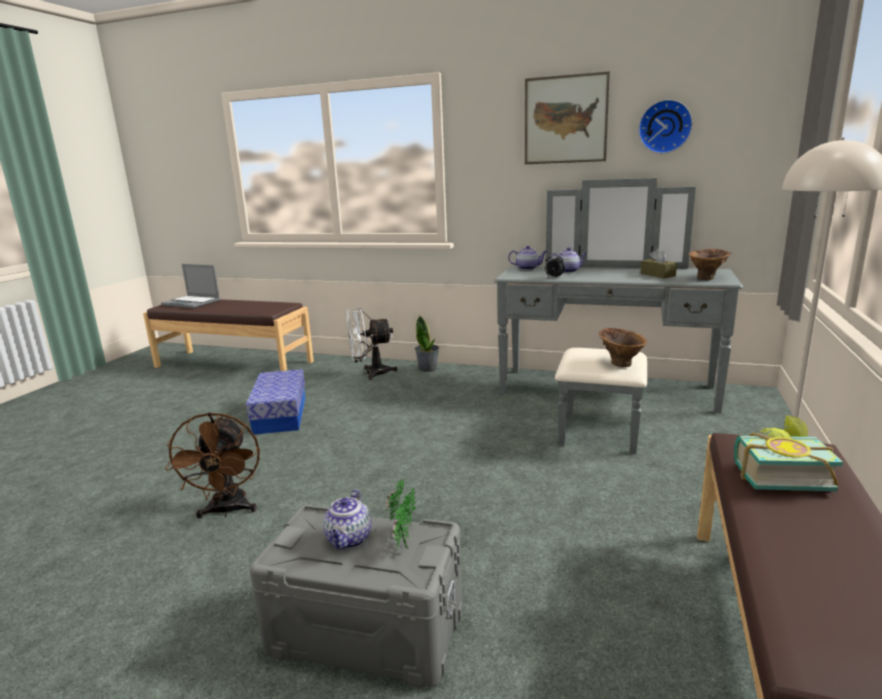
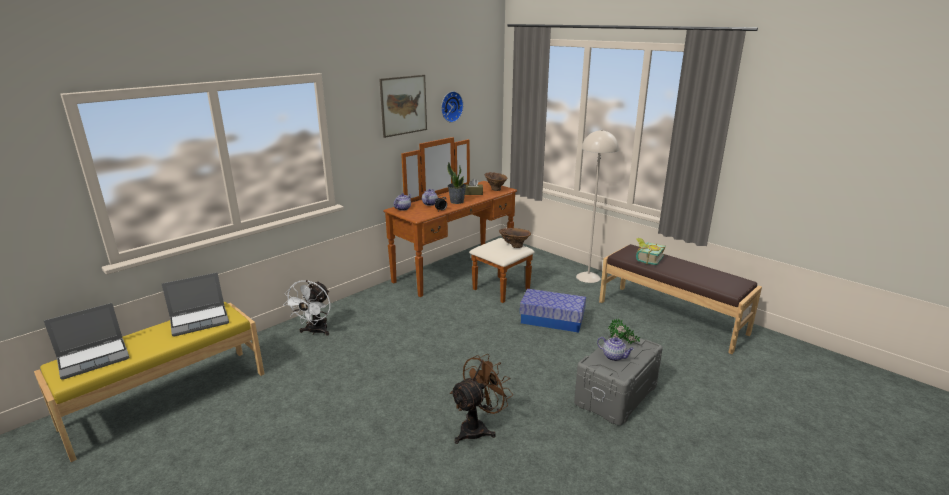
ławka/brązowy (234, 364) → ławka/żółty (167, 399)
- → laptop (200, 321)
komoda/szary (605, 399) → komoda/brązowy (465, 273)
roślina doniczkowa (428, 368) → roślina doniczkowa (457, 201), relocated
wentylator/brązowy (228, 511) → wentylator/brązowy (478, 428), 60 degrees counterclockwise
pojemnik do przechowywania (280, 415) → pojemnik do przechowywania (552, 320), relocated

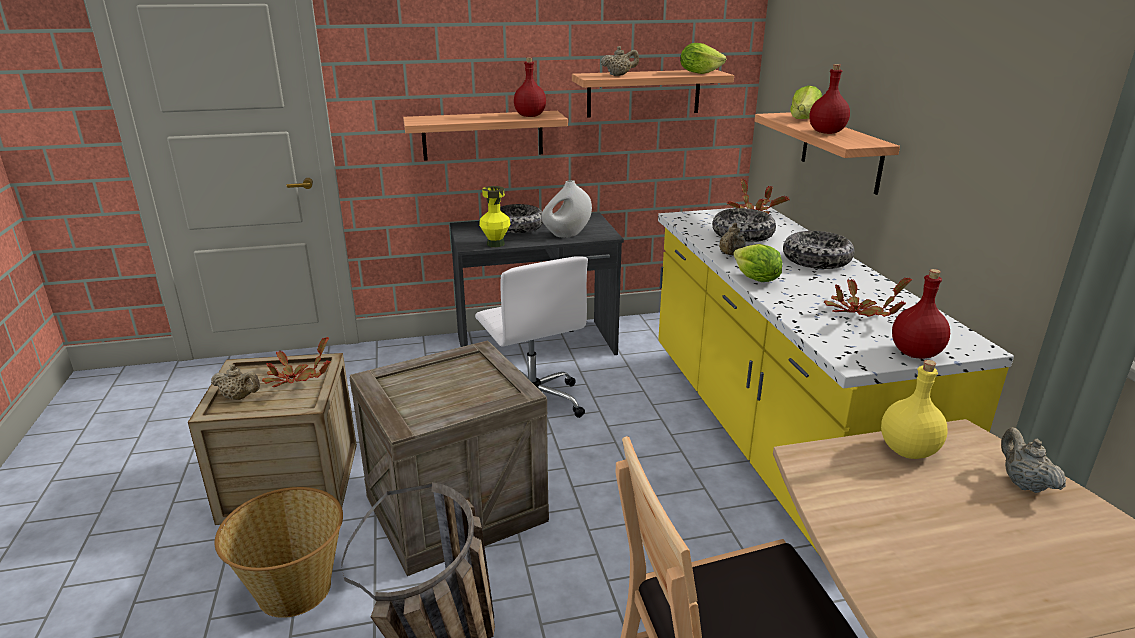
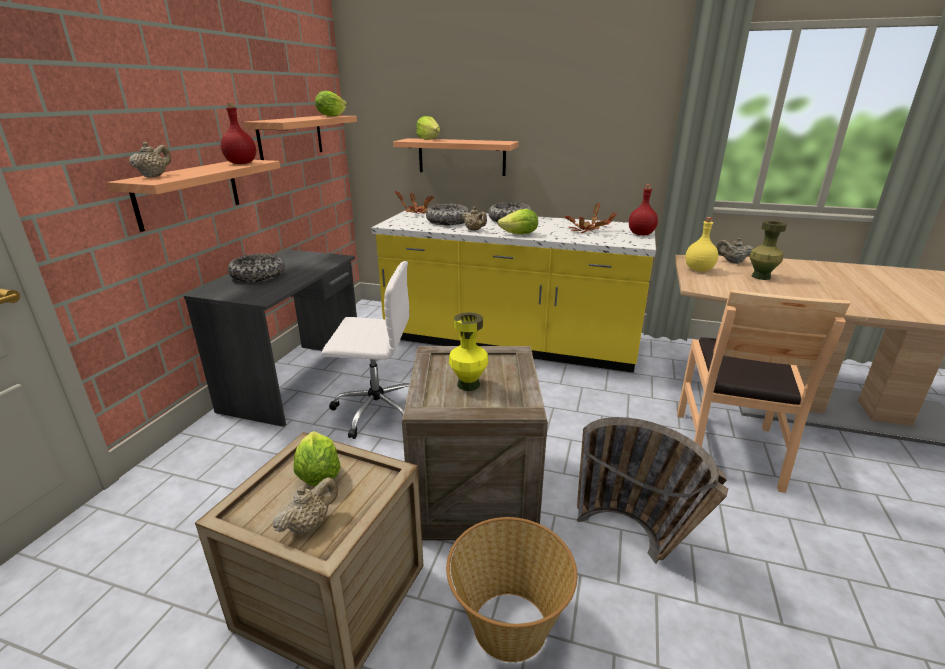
imbryk/beżowy (619, 75) → imbryk/beżowy (154, 176), relocated
roślina doniczkowa (295, 380) → sałata (318, 475)
wazon/żółty (495, 244) → wazon/żółty (468, 385), relocated
- → wazon/zielony (760, 277)
wazon/biały (566, 235) → -
butelka/czerwony (826, 132) → -

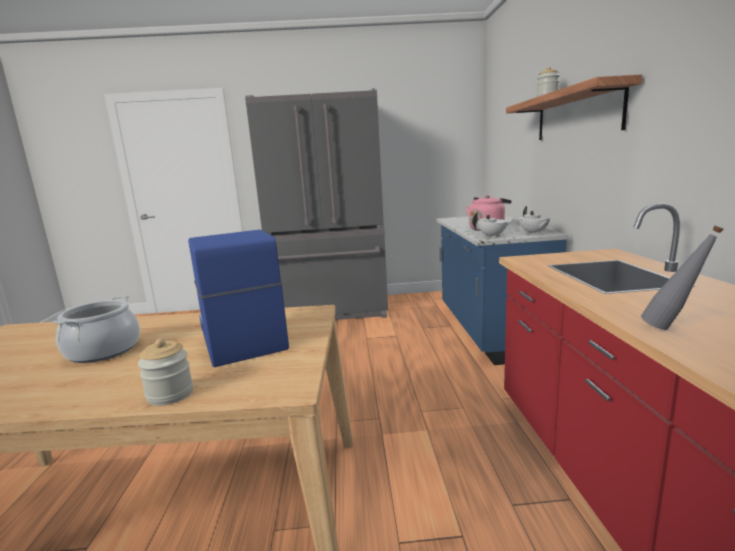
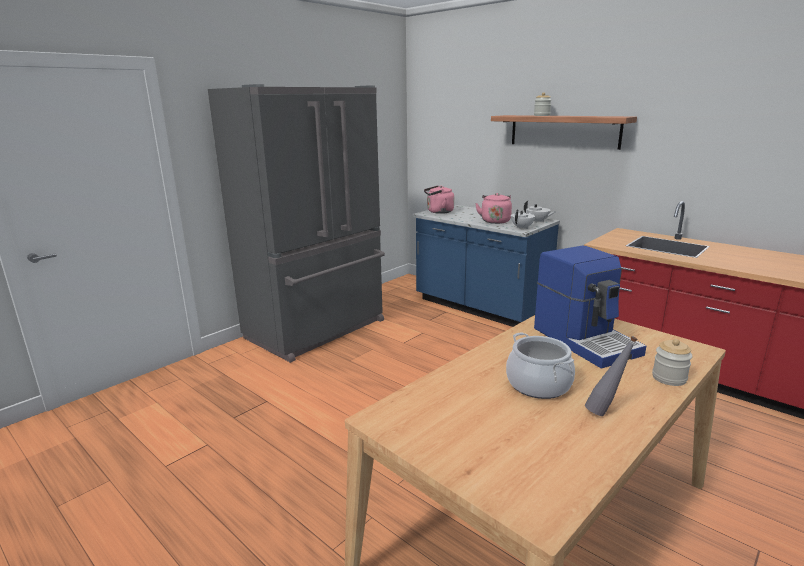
- → czajnik/różowy (438, 212)
ekspres do kawy (239, 338) → ekspres do kawy (586, 340), 135 degrees counterclockwise
butelka/szary (672, 329) → butelka/szary (605, 412), relocated

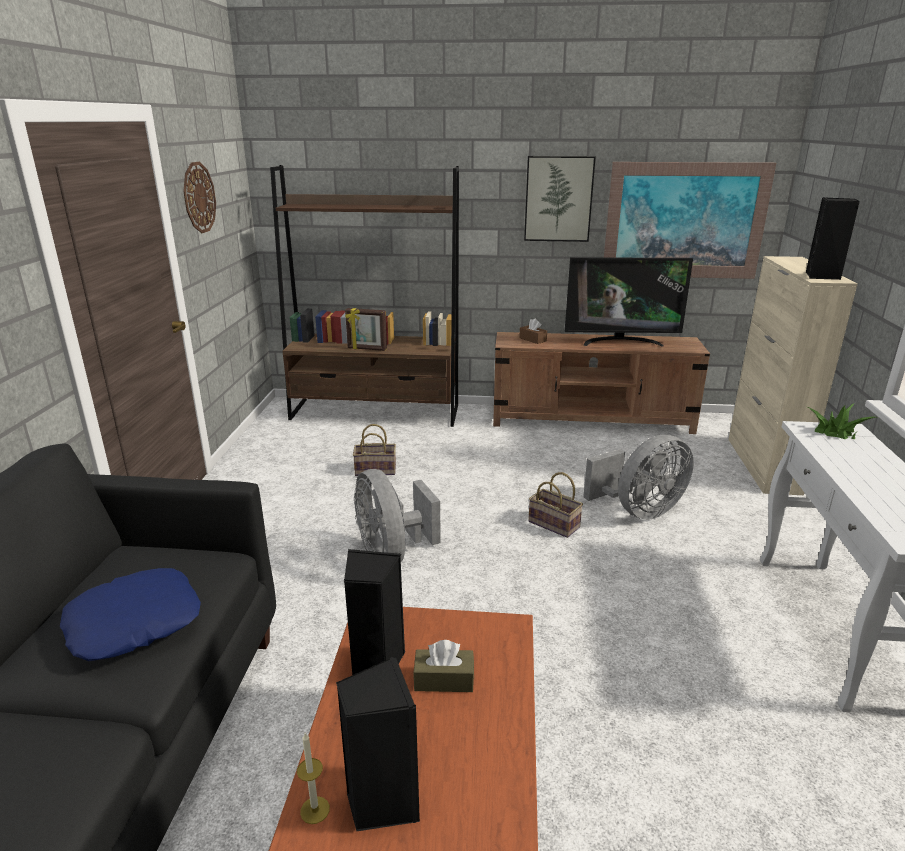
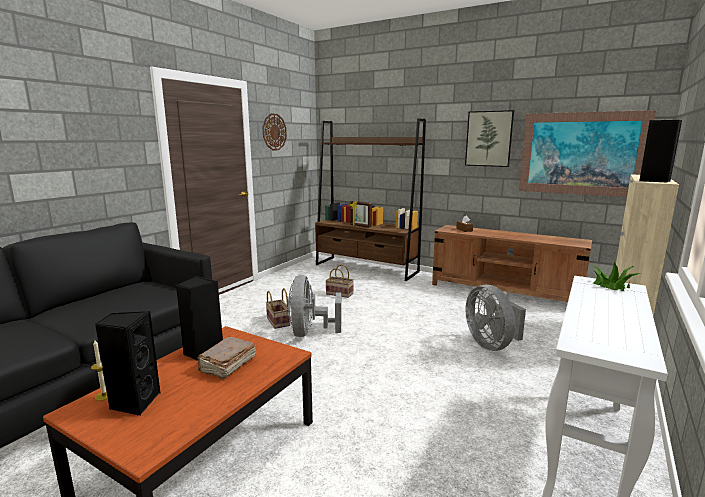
pudełko chusteczek/brązowy (444, 680) → książka/brązowy (227, 365)
koszyk (555, 524) → koszyk (279, 322), relocated
wentylator/szary (639, 511) → wentylator/szary (491, 344), 75 degrees clockwise
poduszka/niebieski (134, 622) → -
telewizor (620, 341) → -

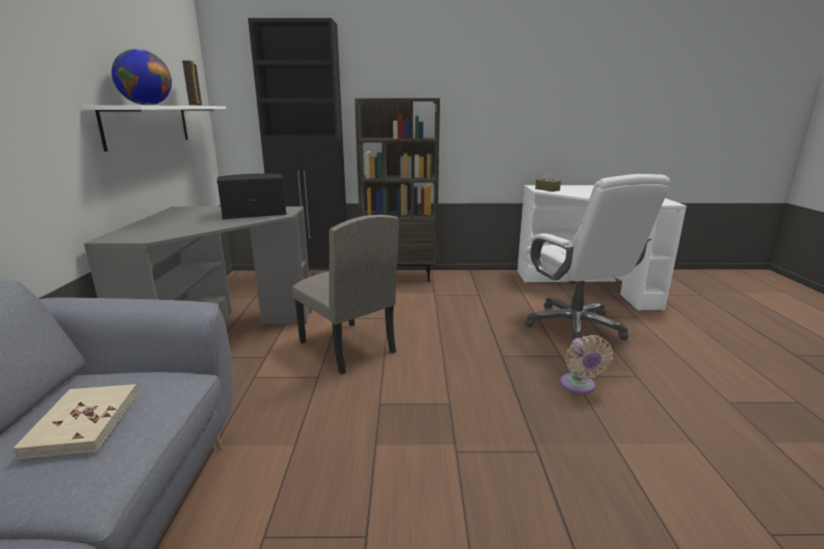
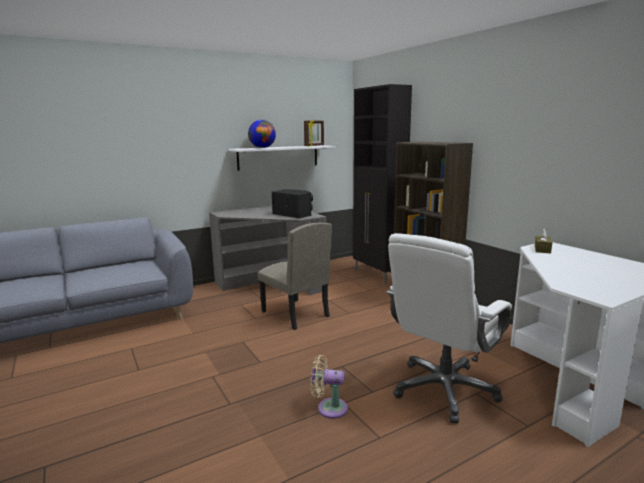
krzesło/beżowy (346, 347) → krzesło/beżowy (294, 314), 60 degrees counterclockwise
wentylator/beżowy (579, 386) → wentylator/beżowy (329, 408), 45 degrees clockwise
książka/beżowy (82, 423) → -

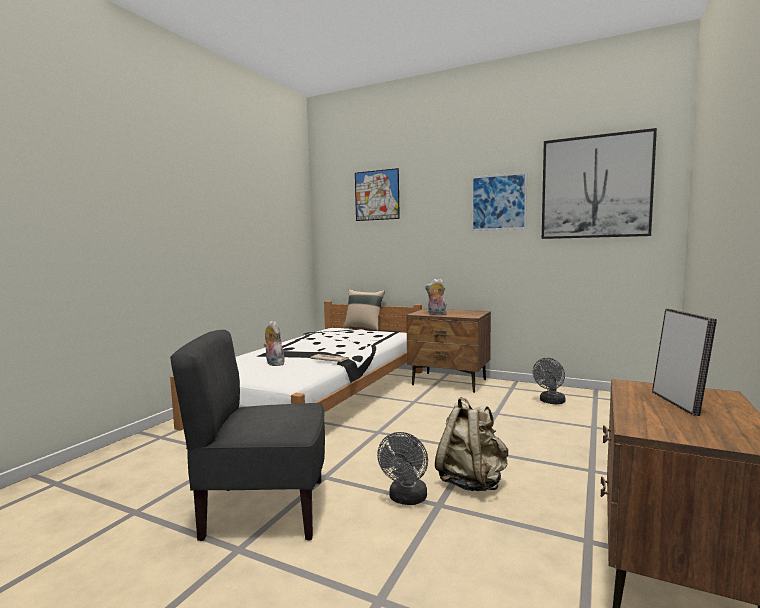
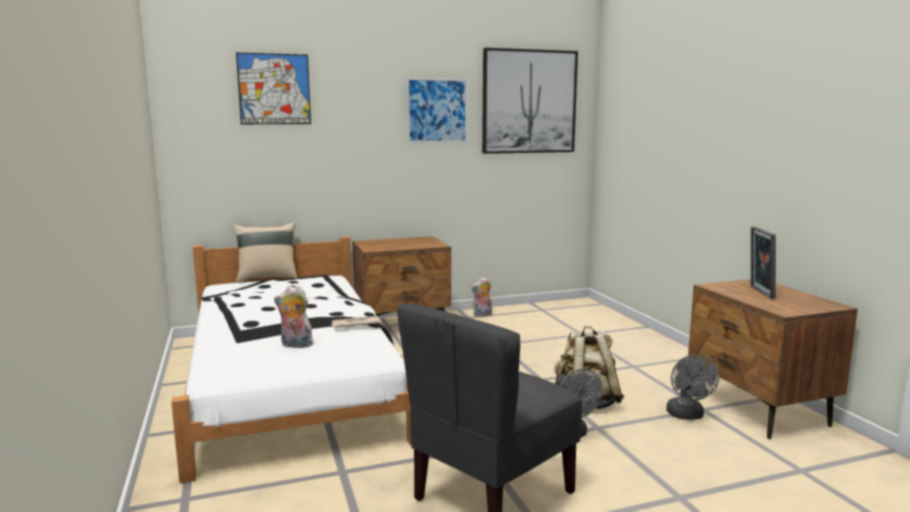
pluszak (436, 314) → pluszak (482, 315), relocated
wentylator/szary (550, 402) → wentylator/szary (687, 416), relocated
ramka na zdjęcie (678, 403) → ramka na zdjęcie (759, 292), 135 degrees counterclockwise

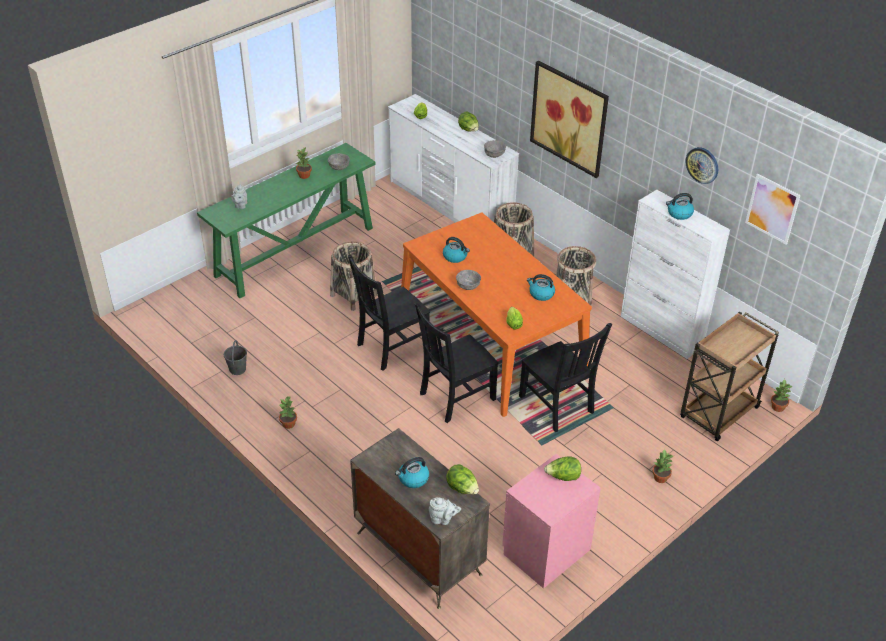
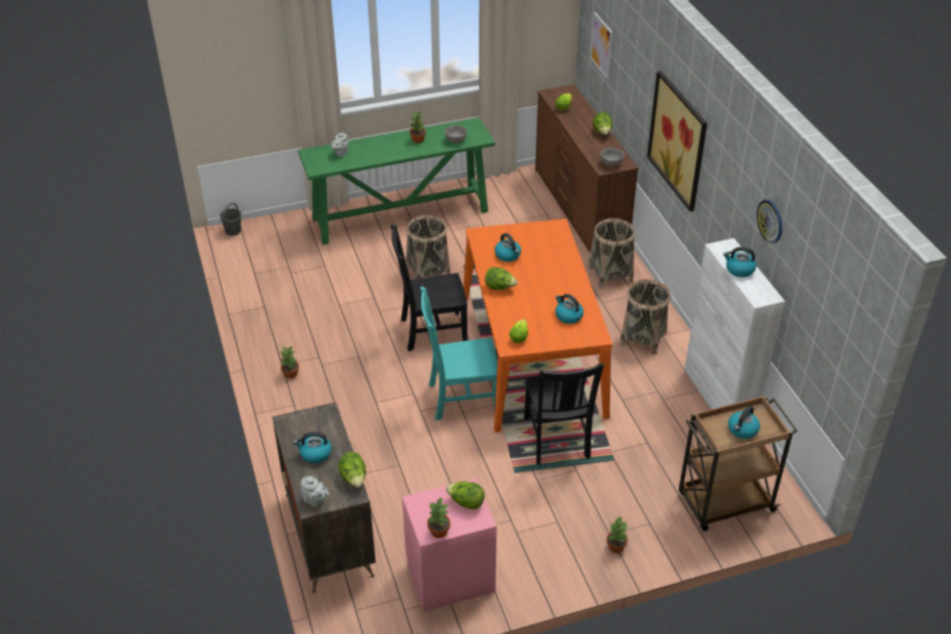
wiadro/szary (237, 369) → wiadro/szary (233, 231), relocated
krzesło/czarny (455, 397) → krzesło/turkusowy (460, 398)
roślina doniczkowa (777, 407) → roślina doniczkowa (438, 531), relocated
miska/szary (467, 286) → sałata (499, 287)
komoda/biały (450, 206) → komoda/brązowy (579, 209)
obraz (772, 209) → obraz (601, 45), relocated
- → czajnik (742, 430)

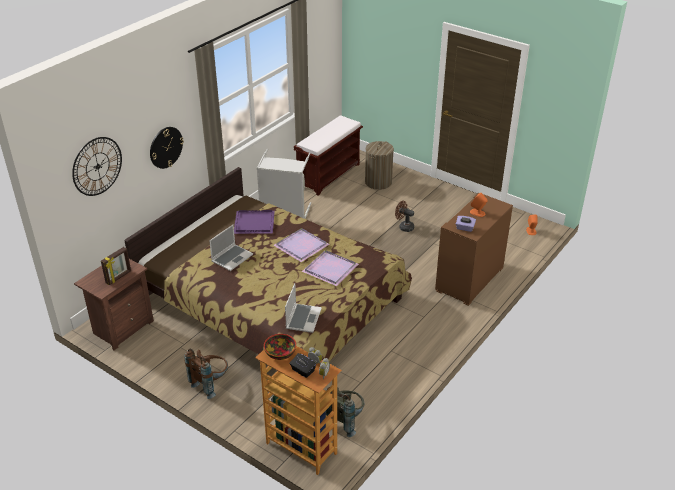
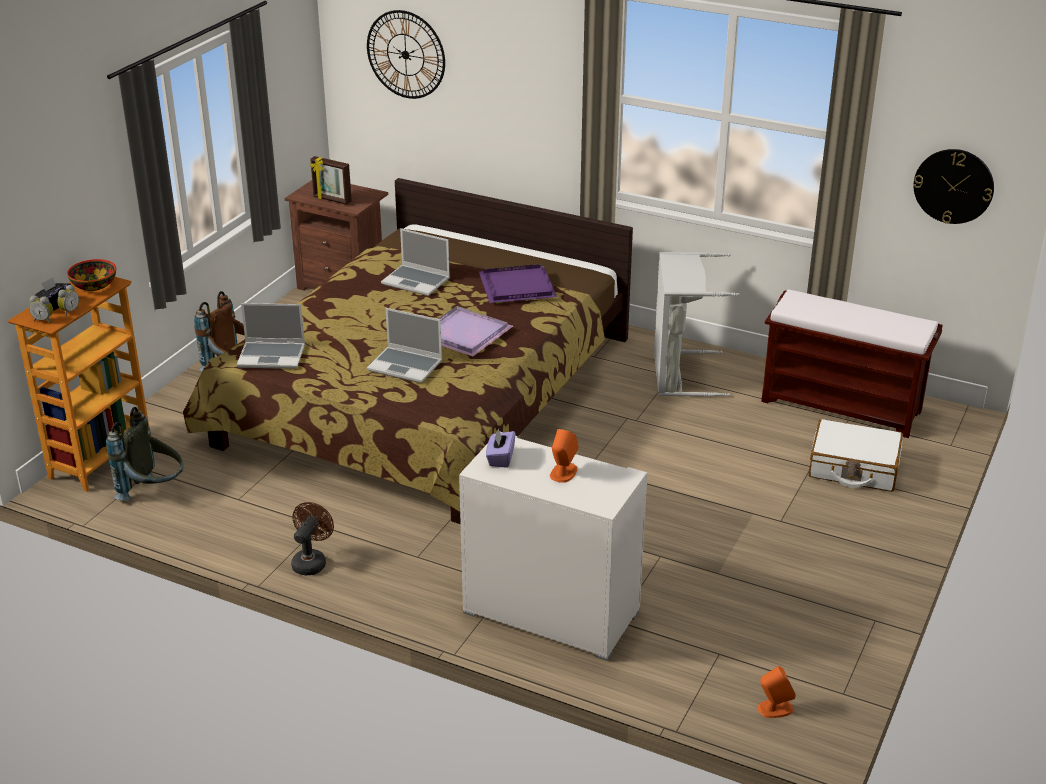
wentylator/brązowy (404, 227) → wentylator/brązowy (311, 561), relocated
taca/fioletowy (330, 268) → laptop (406, 366)
komoda/brązowy (470, 279) → komoda/biały (550, 613)
kosz na pranie (378, 182) → walizka/biały (853, 468)
zegar ścienny (166, 147) → zegar ścienny (953, 186), relocated

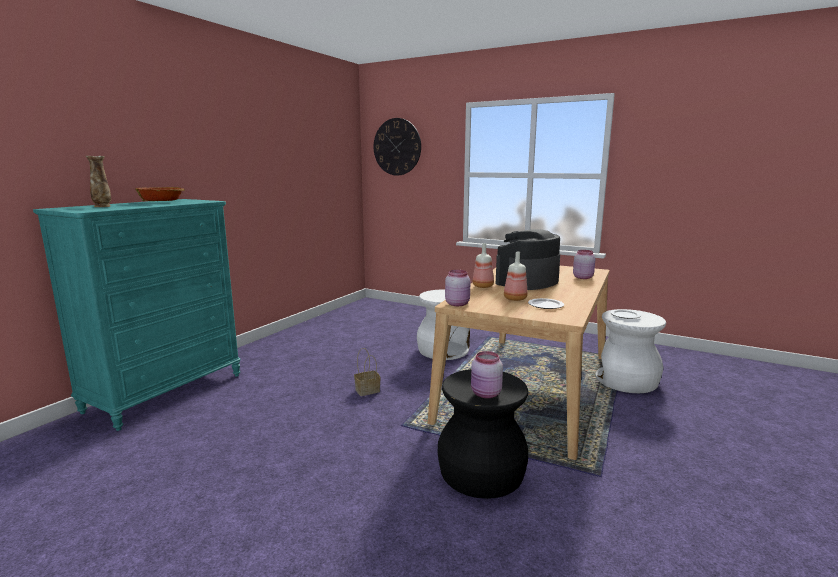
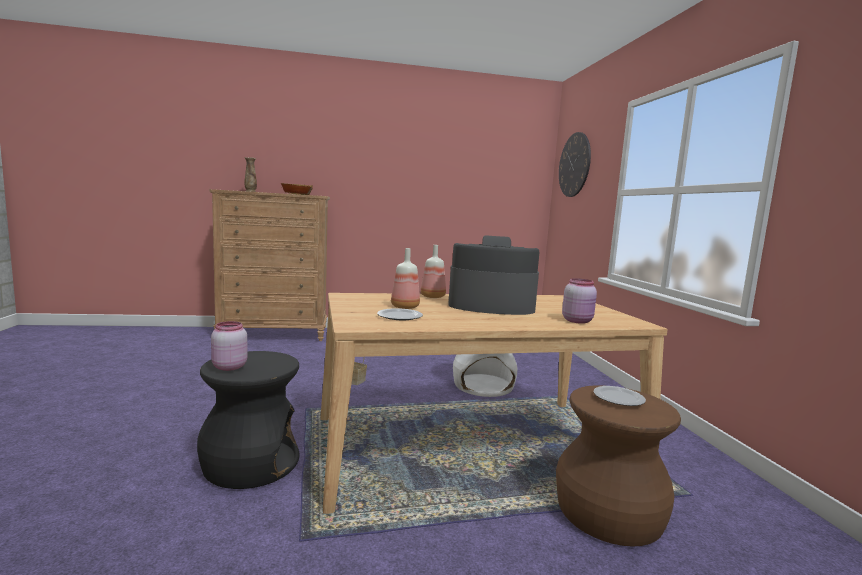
komoda/turkusowy (166, 392) → komoda/brązowy (274, 334)
stołek/biały (627, 381) → stołek/brązowy (609, 514)
słoik/różowy (457, 304) → -

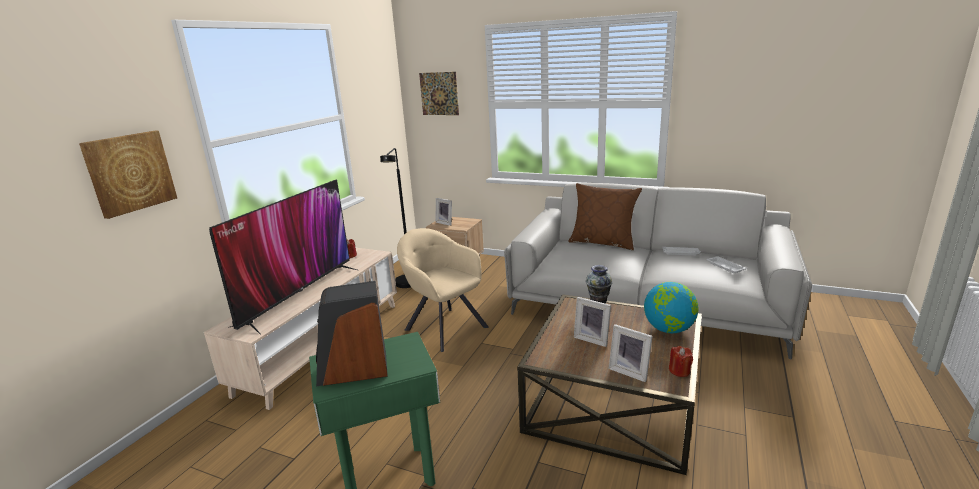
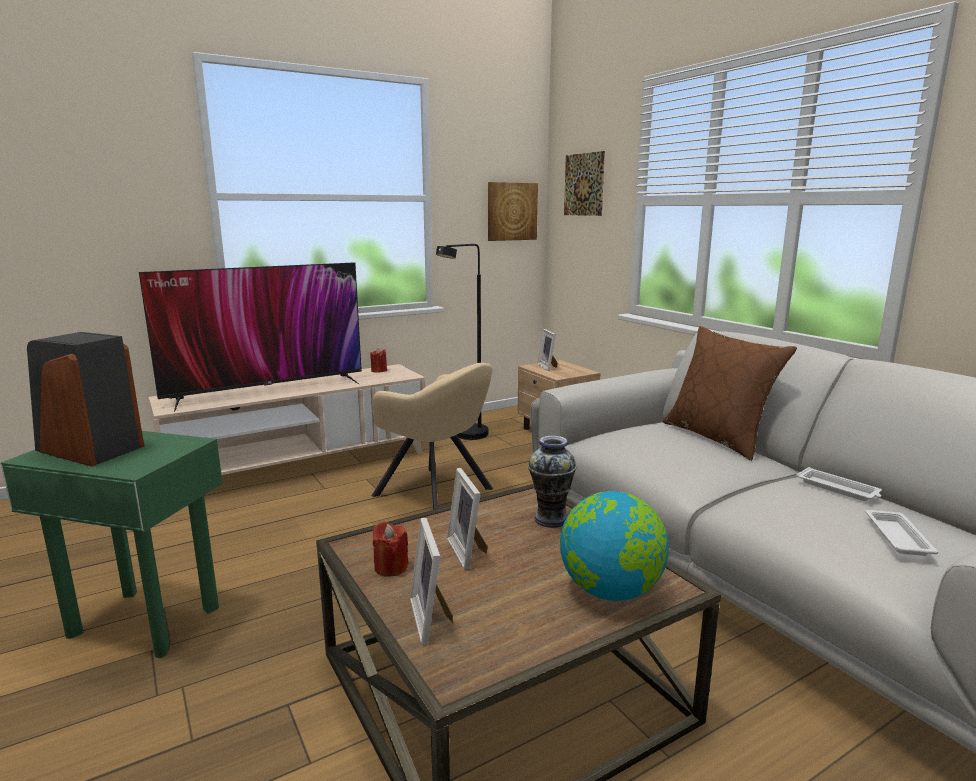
fotel/beżowy (444, 327) → fotel/beżowy (437, 493), 135 degrees clockwise
świeca/czerwony (679, 371) → świeca/czerwony (391, 567), relocated
obraz (130, 172) → obraz (511, 211), relocated

